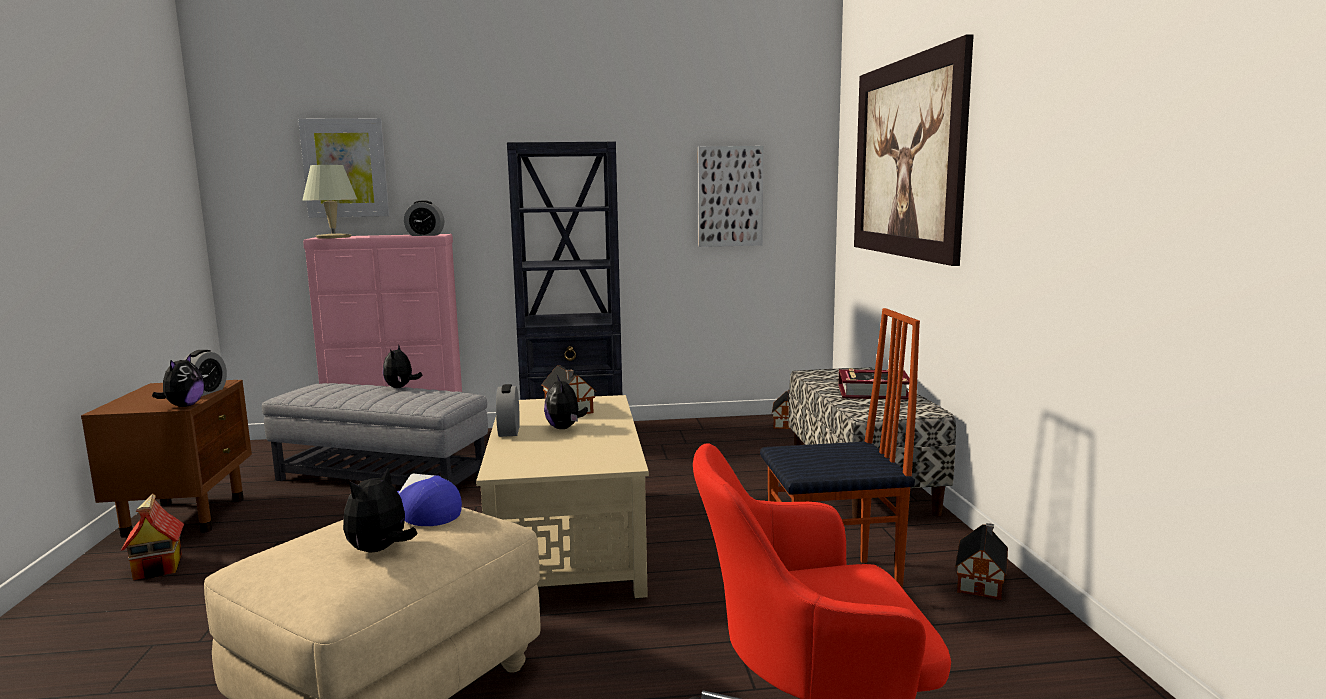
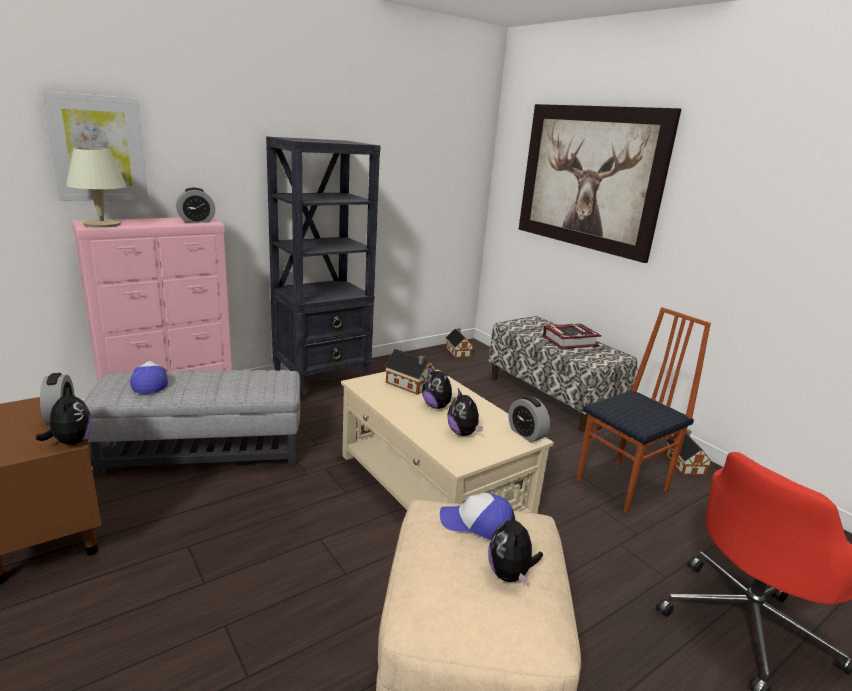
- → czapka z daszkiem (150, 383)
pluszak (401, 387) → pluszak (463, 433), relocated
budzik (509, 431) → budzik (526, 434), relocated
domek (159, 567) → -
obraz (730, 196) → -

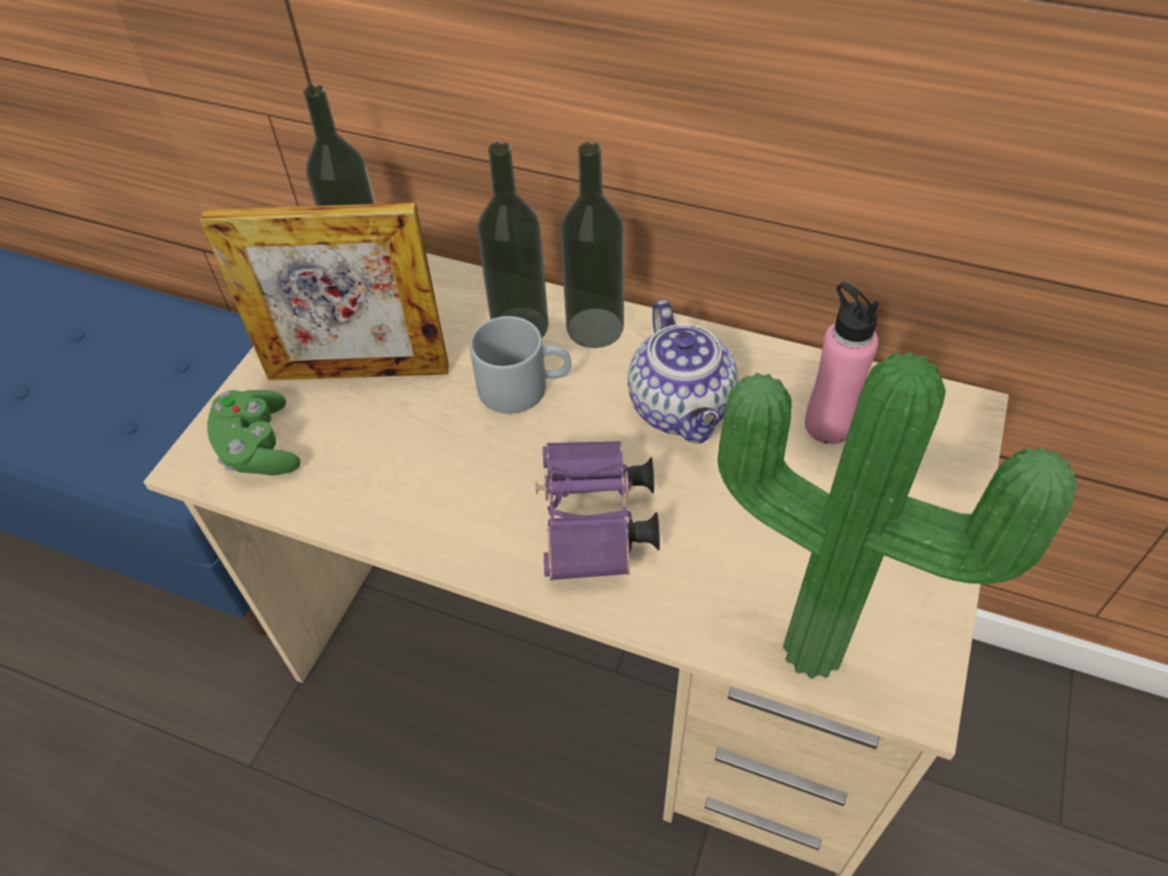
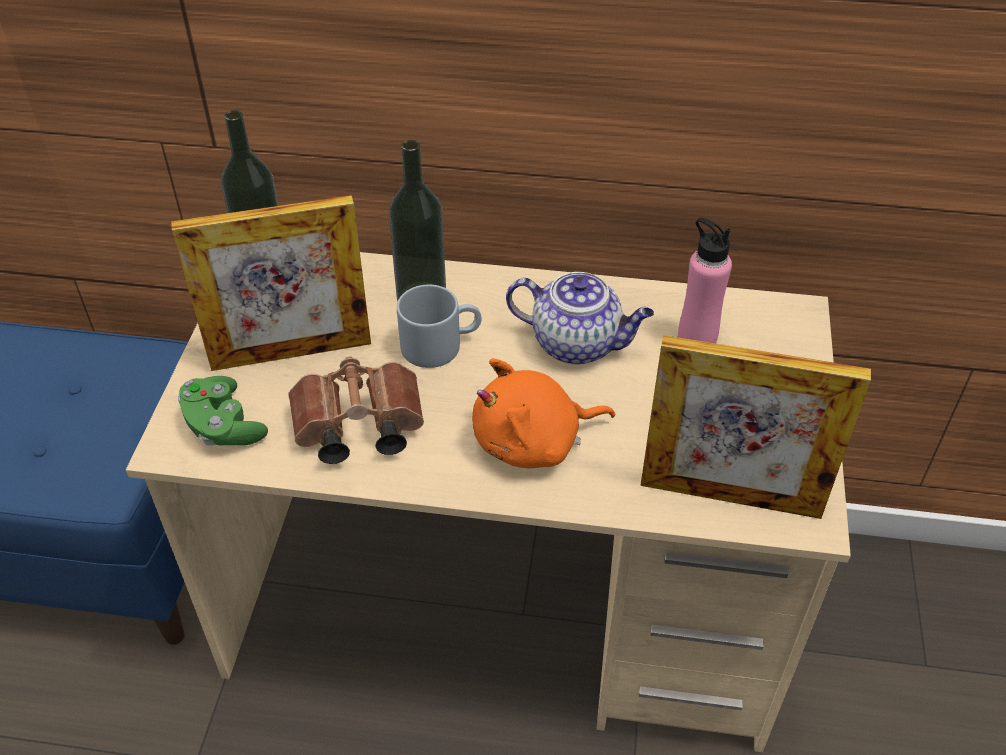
- → lornetka/brązowy (355, 429)
lornetka/fioletowy (595, 526) → pluszak/pomarańczowy (533, 442)
imbryk (682, 410) → imbryk (578, 344), 45 degrees counterclockwise
roślina doniczkowa (816, 641) → ramka na zdjęcie (730, 496)
butelka (595, 328) → -

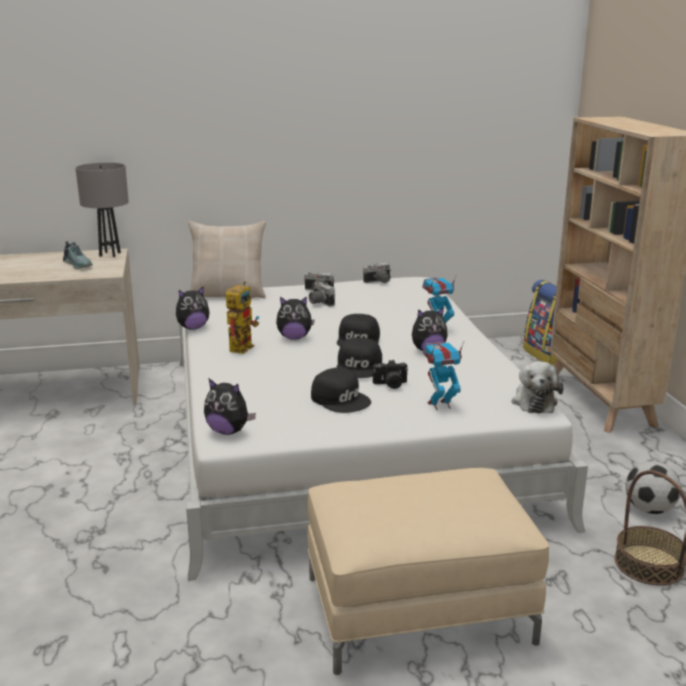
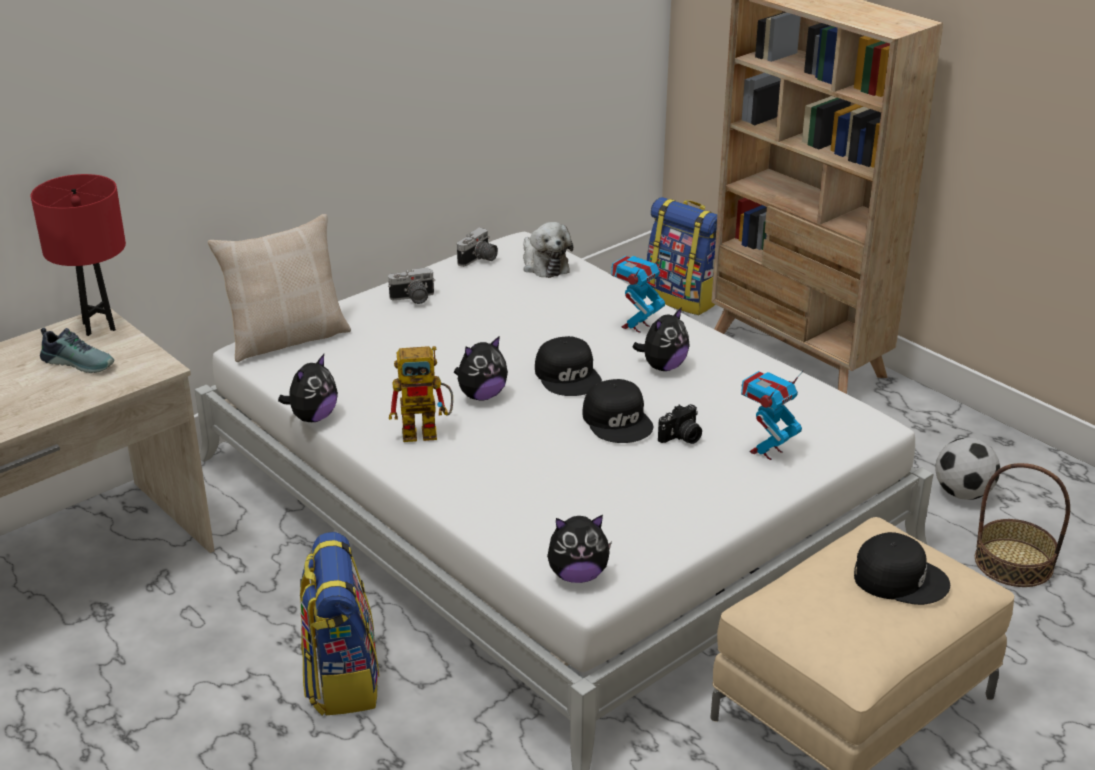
lampa stołowa/szary (110, 254) → lampa stołowa/czerwony (99, 326)
- → plecak (341, 678)
robot zabawkowy (242, 346) → robot zabawkowy (428, 431), 90 degrees clockwise
pluszak (534, 401) → pluszak (544, 265), relocated
czapka z daszkiem/czarny (341, 399) → czapka z daszkiem/czarny (899, 578), relocated
aparat fotograficzny (319, 302) → -

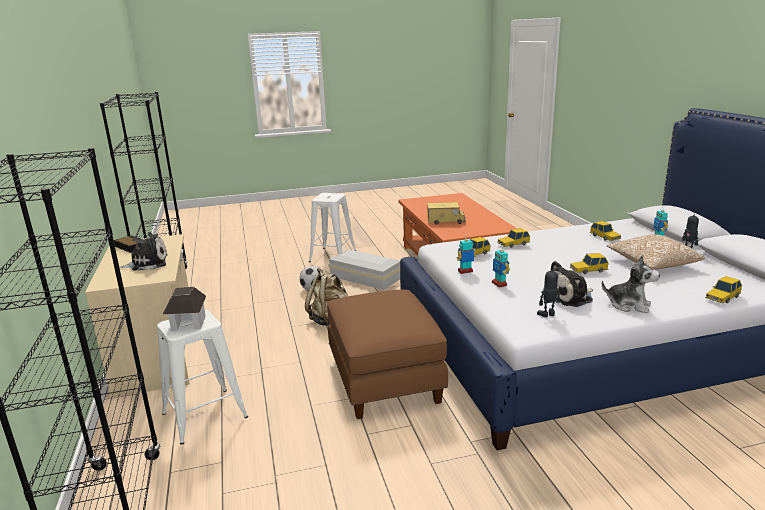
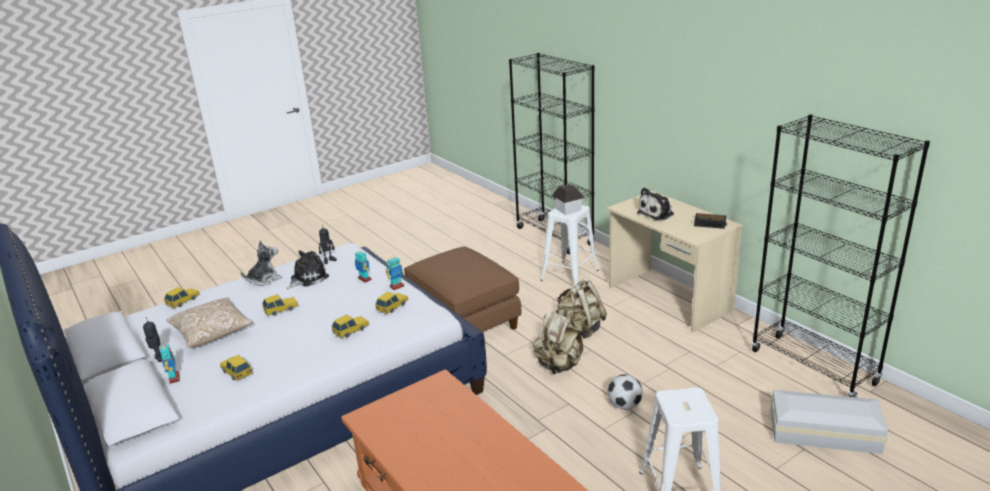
pluszak (628, 305) → pluszak (264, 279), 135 degrees clockwise
- → plecak/beżowy (580, 330)
pojemnik do przechowywania/biały (366, 277) → pojemnik do przechowywania/biały (822, 430), relocated
ciężarówka zabawkowa (446, 221) → -

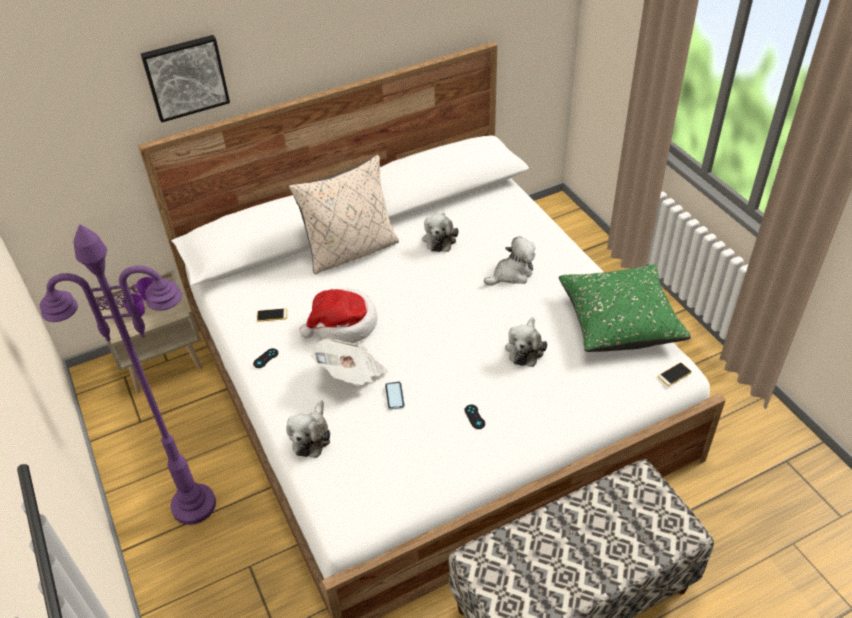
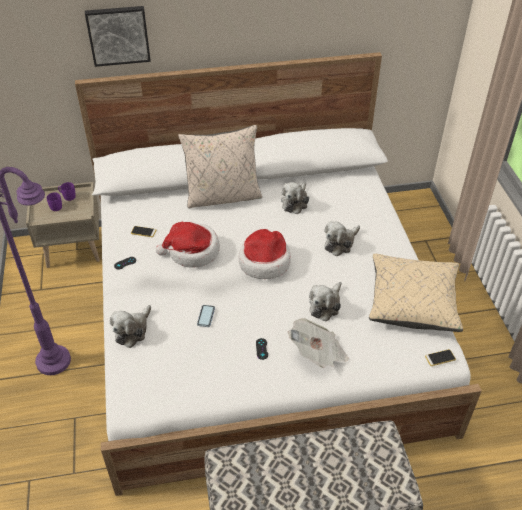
- → kapelusz (264, 262)
gazeta (352, 374) → gazeta (318, 353), relocated
pluszak (512, 274) → pluszak (340, 243), 150 degrees clockwise
poduszka/zielony (619, 321) → poduszka/beżowy (412, 302)

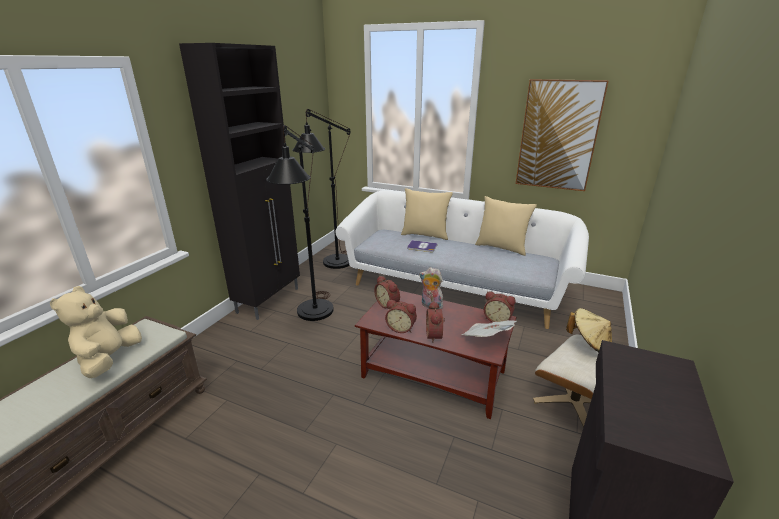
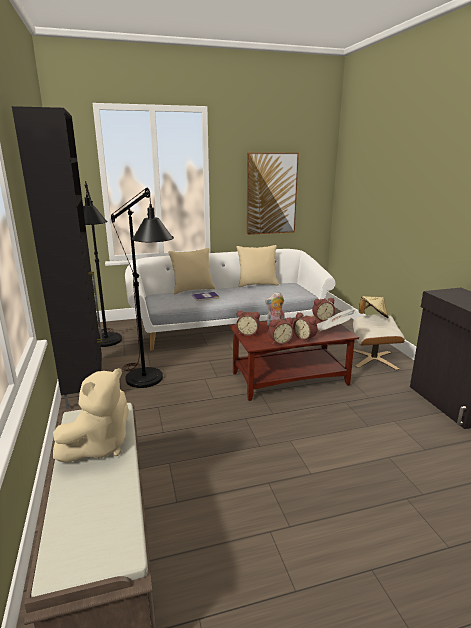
pluszak/beżowy (109, 359) → pluszak/beżowy (99, 446), 105 degrees counterclockwise

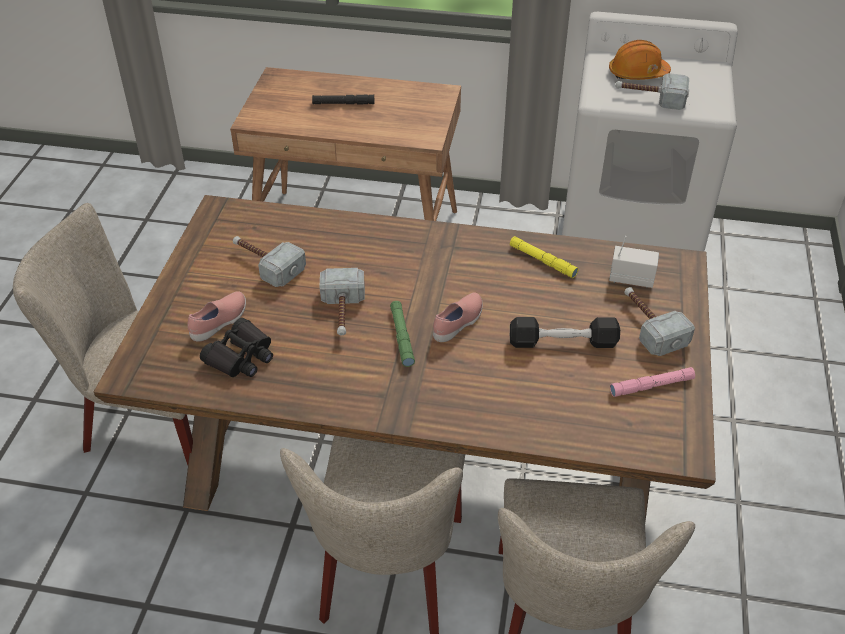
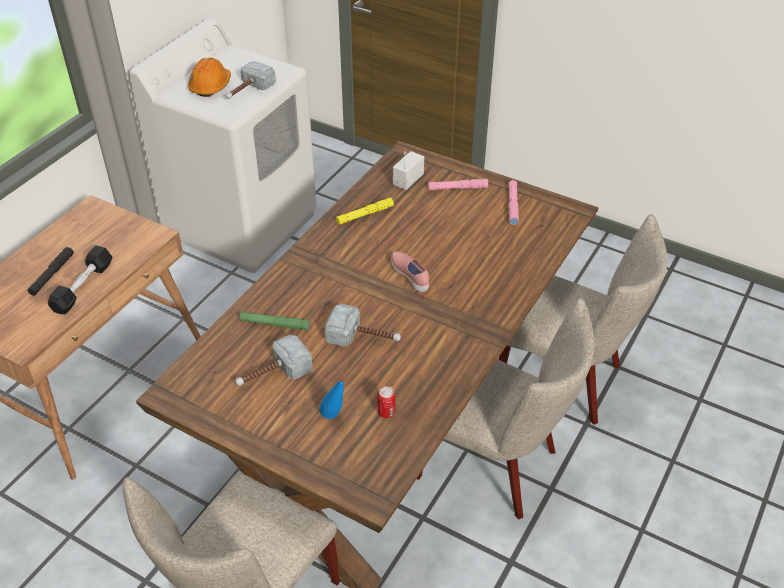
hantel/czarny (563, 342) → hantel/czarny (83, 287), relocated
latarka/zielony (402, 337) → latarka/zielony (275, 324), relocated
but/różowy (220, 323) → butelka/niebieski (335, 419)
lornetka/czarny (241, 357) → puszka (386, 412)
młotek (649, 325) → latarka/różowy (457, 188)

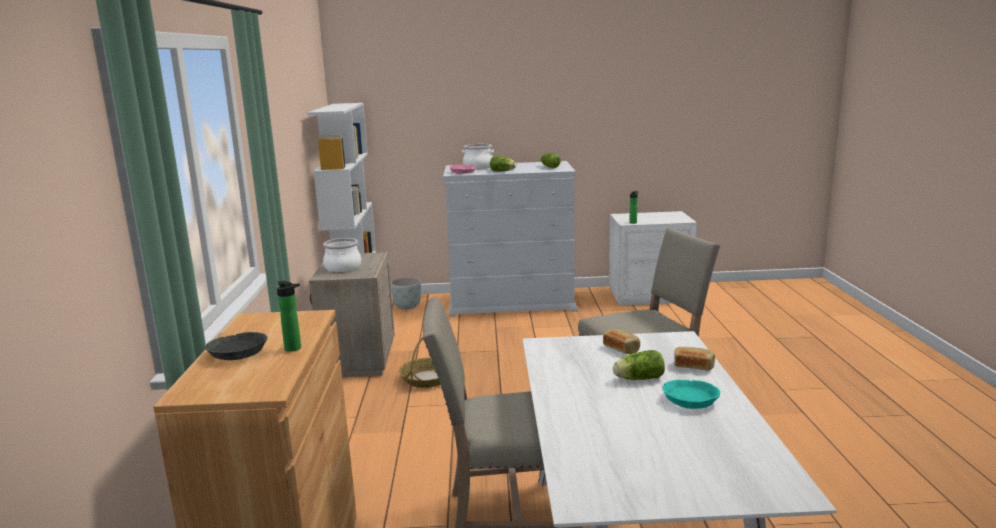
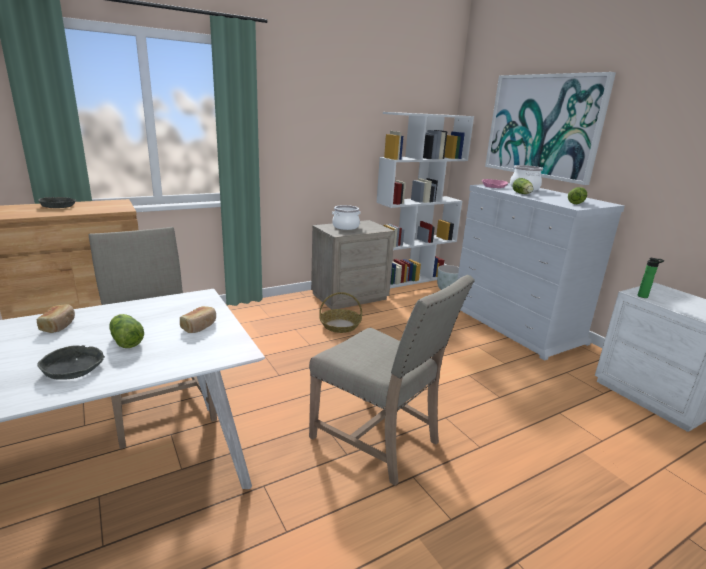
chleb (693, 366) → chleb (59, 325), relocated
miska/turkusowy (690, 399) → miska/szary (74, 369)
- → obraz (543, 126)
butelka (295, 349) → -

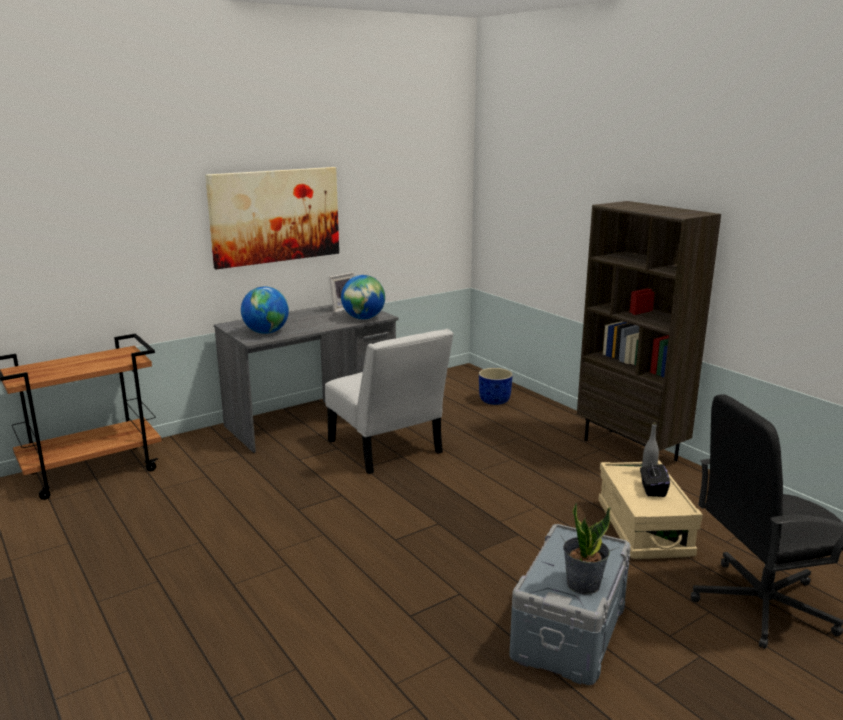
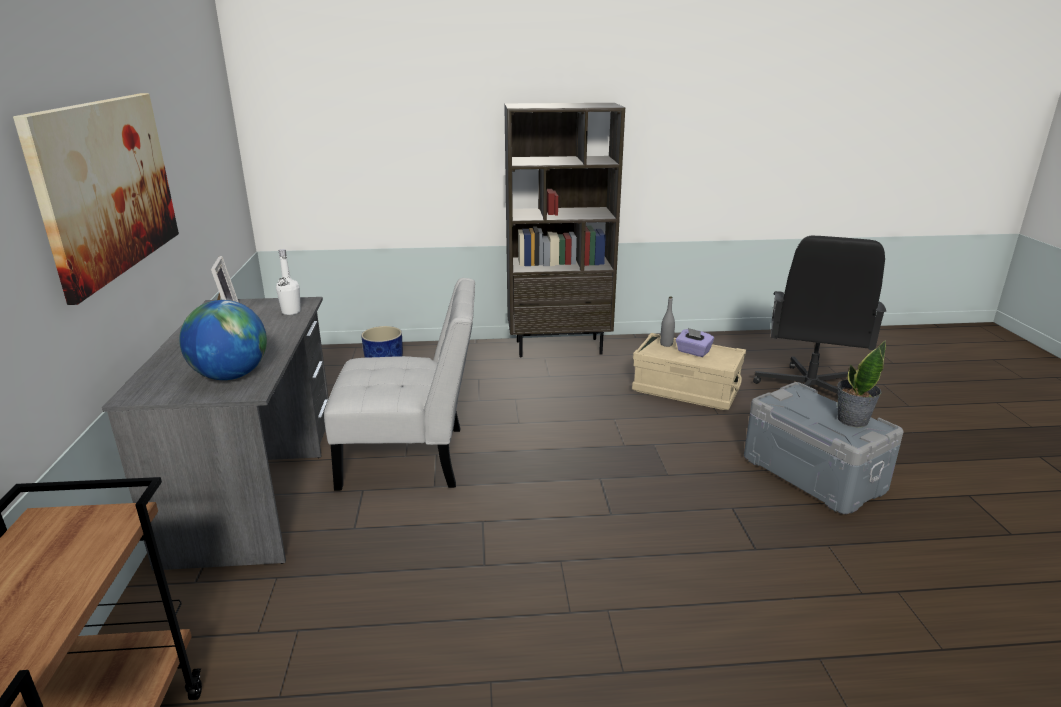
globus (363, 318) → butelka/biały (291, 312)
pudełko chusteczek/czarny (652, 489) → pudełko chusteczek/fioletowy (693, 352)

